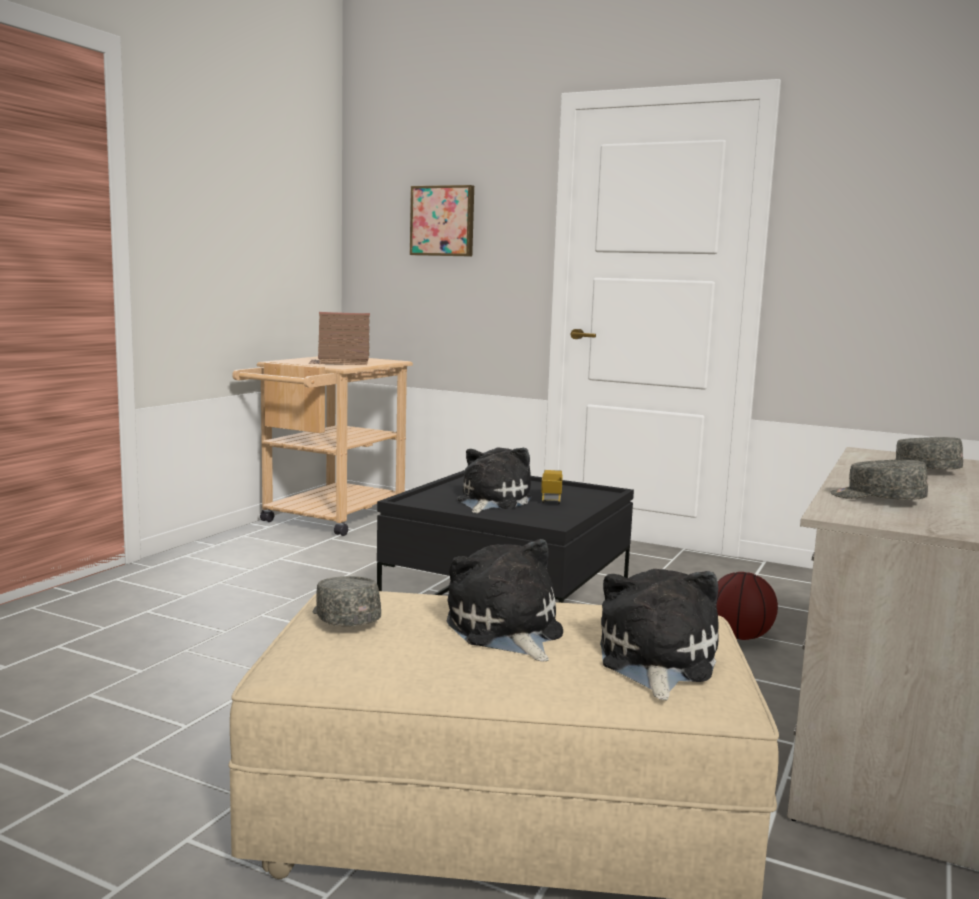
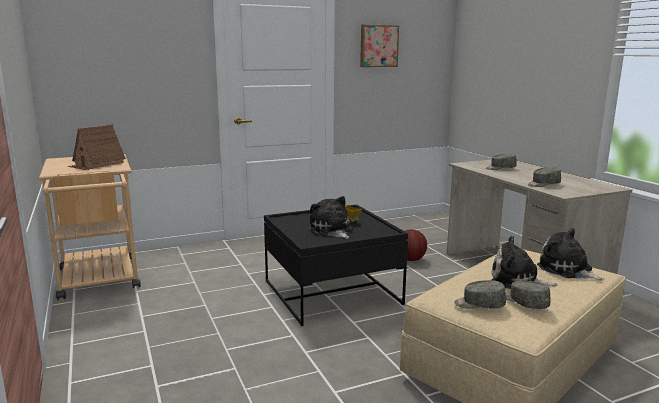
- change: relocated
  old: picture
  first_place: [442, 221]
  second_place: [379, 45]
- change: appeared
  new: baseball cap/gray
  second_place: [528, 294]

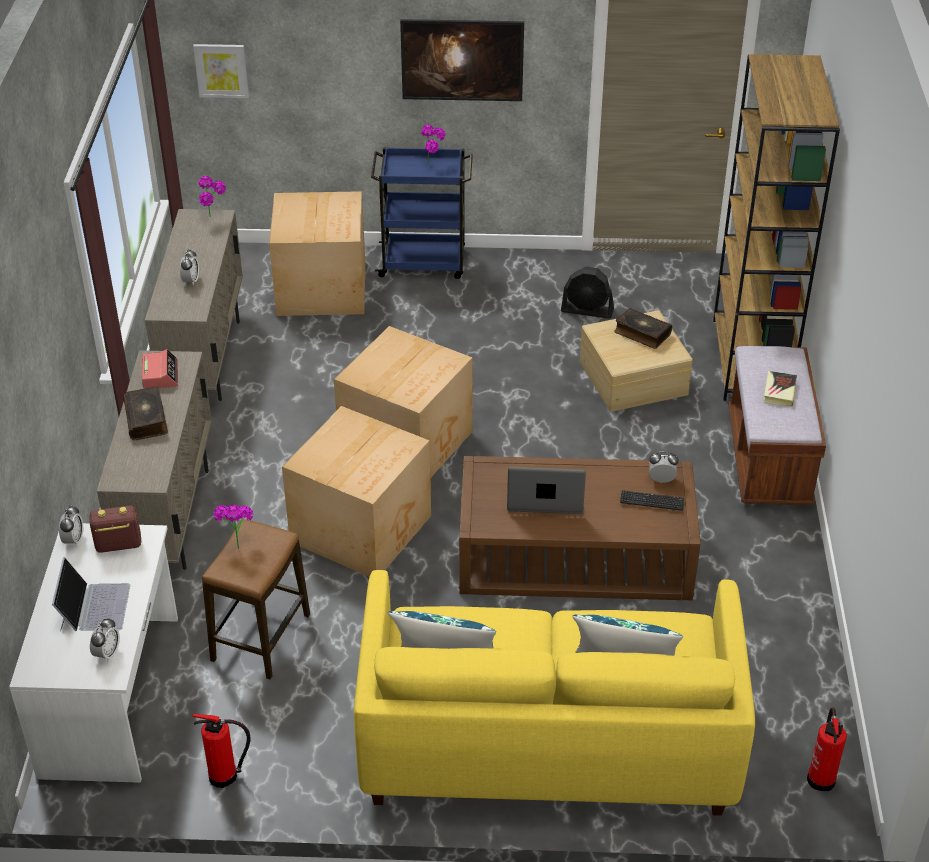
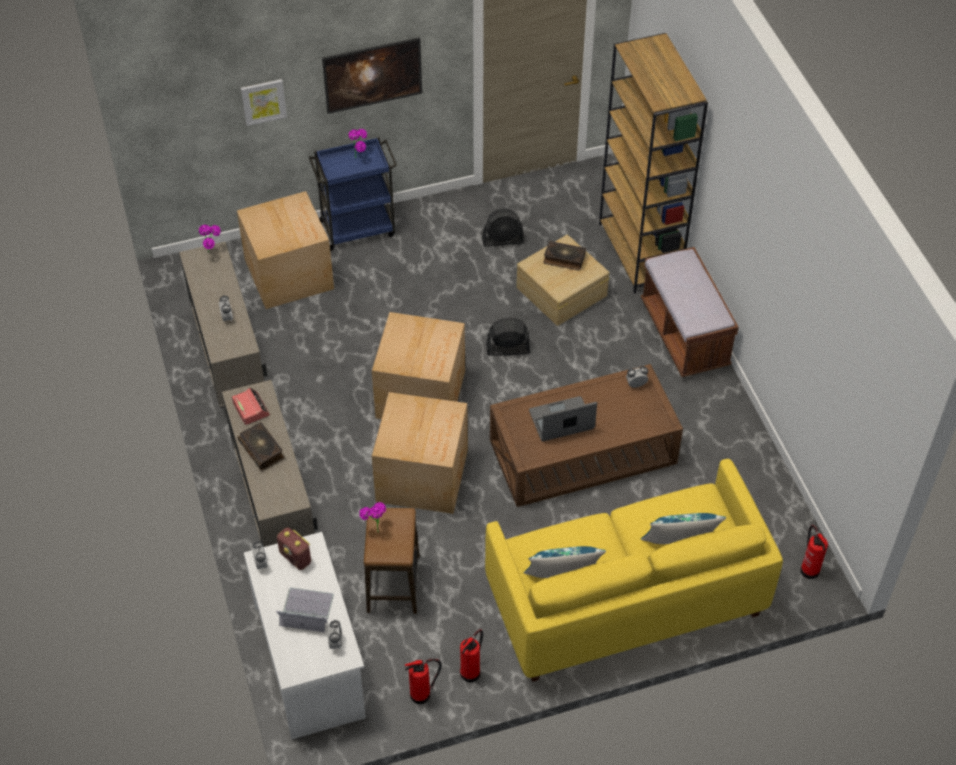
- change: relocated
  old: picture
  first_place: [221, 71]
  second_place: [264, 102]
- change: spun
  old: portable computer
  first_place: [91, 594]
  second_place: [305, 610]
  degrees: -60
- change: spun
  old: radio
  first_place: [115, 529]
  second_place: [294, 549]
  degrees: -105
- change: appeared
  new: extinguisher
  second_place: [471, 656]
- change: appeared
  new: electric fan/black
  second_place: [508, 337]
- change: missing
  old: computer keyboard
  first_place: [652, 500]
- change: missing
  old: volume
  first_place: [780, 389]

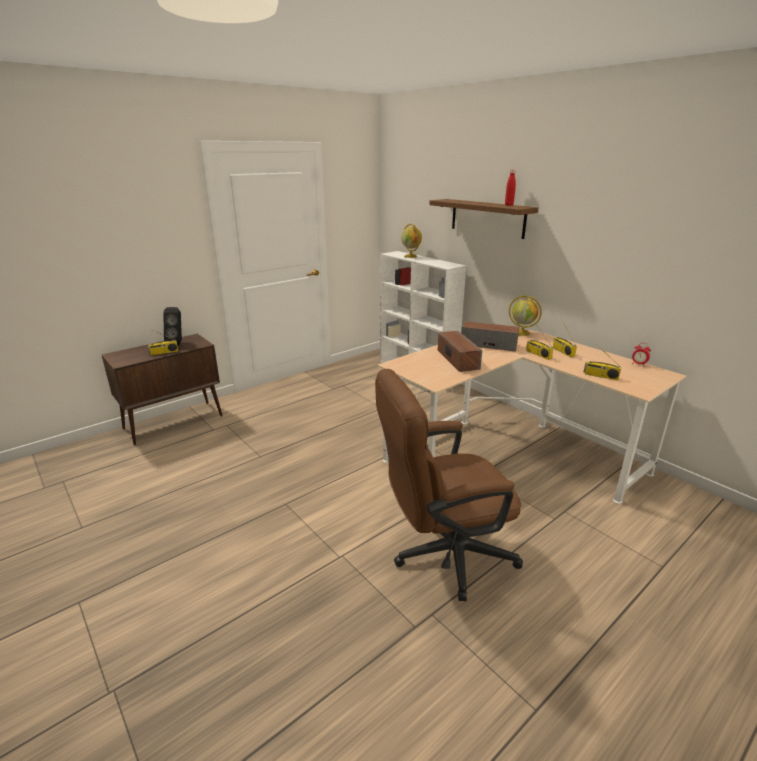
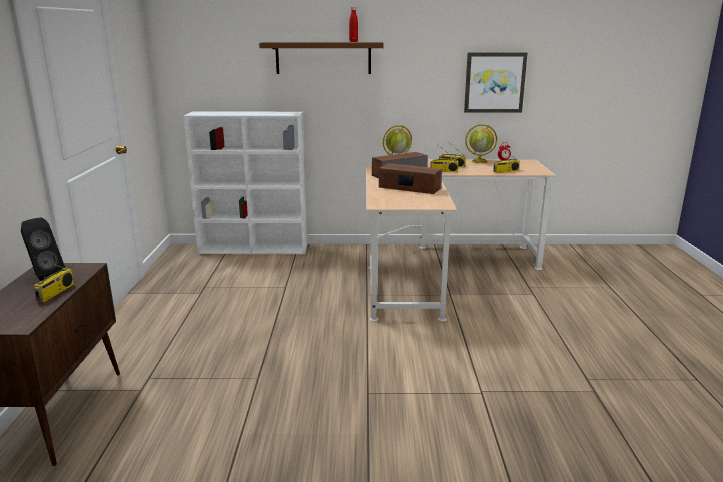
- change: appeared
  new: picture
  second_place: [495, 82]
- change: relocated
  old: desk globe
  first_place: [411, 241]
  second_place: [481, 143]
- change: missing
  old: computer chair/brown-coloured
  first_place: [449, 485]

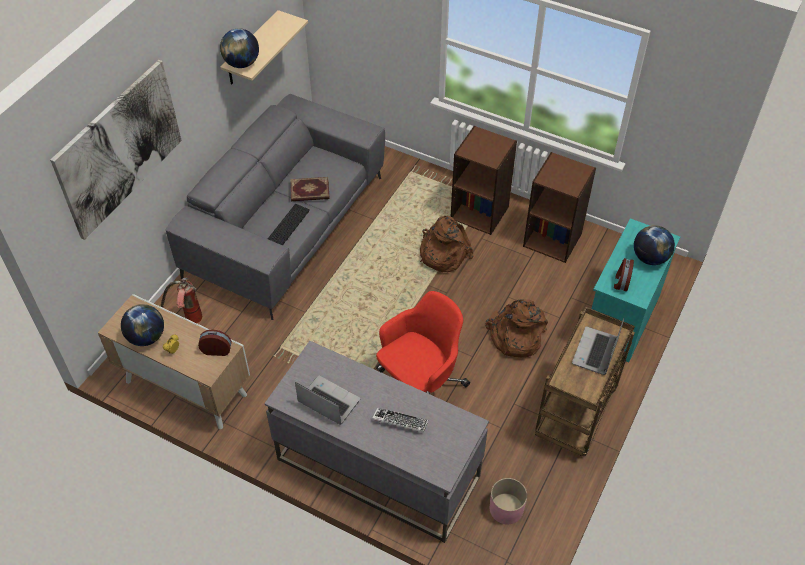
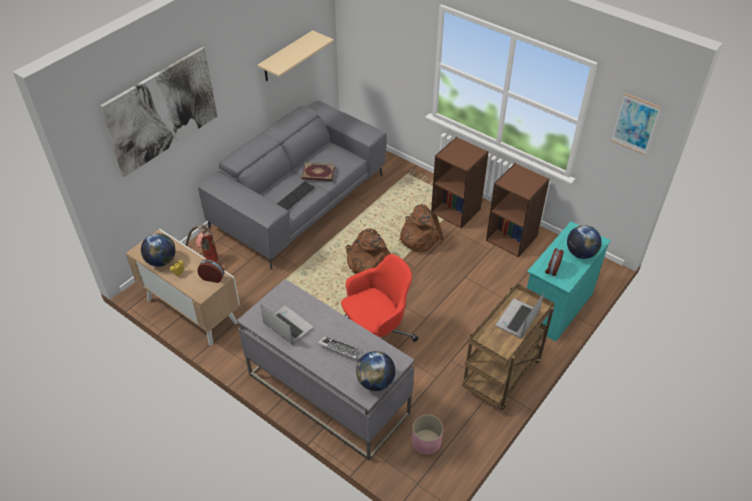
- change: relocated
  old: knapsack/brown-coloured
  first_place: [517, 328]
  second_place: [368, 251]
- change: relocated
  old: desk globe
  first_place: [239, 48]
  second_place: [375, 371]
- change: appeared
  new: picture
  second_place: [636, 124]

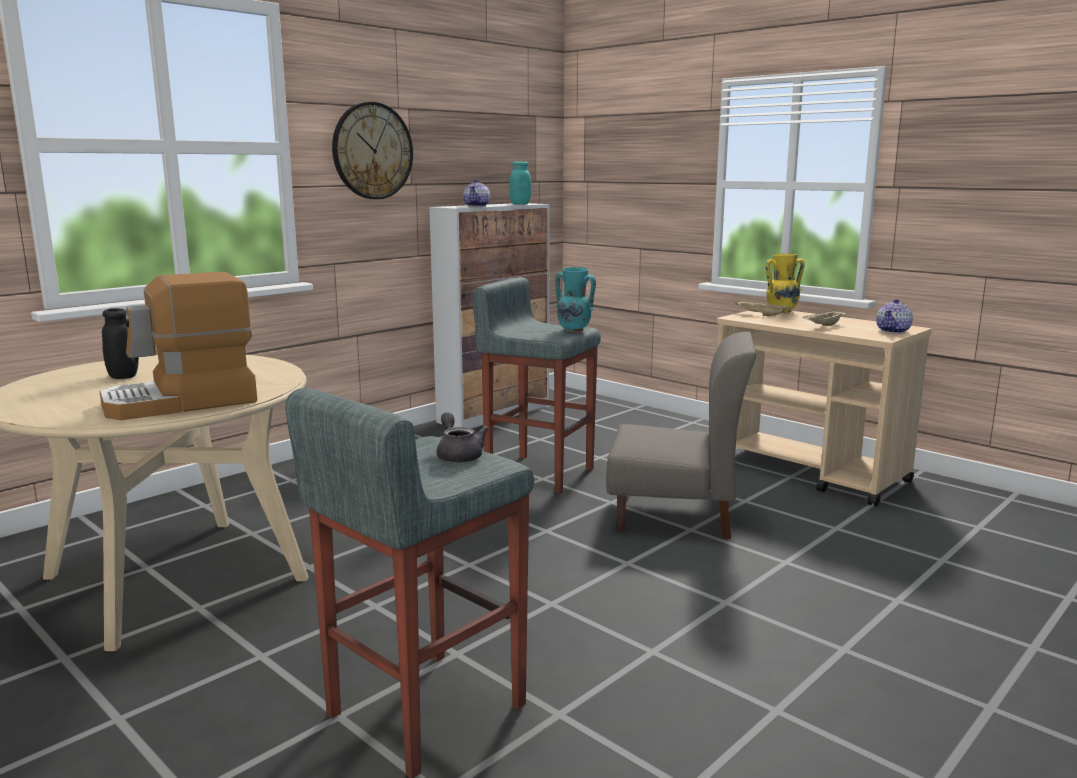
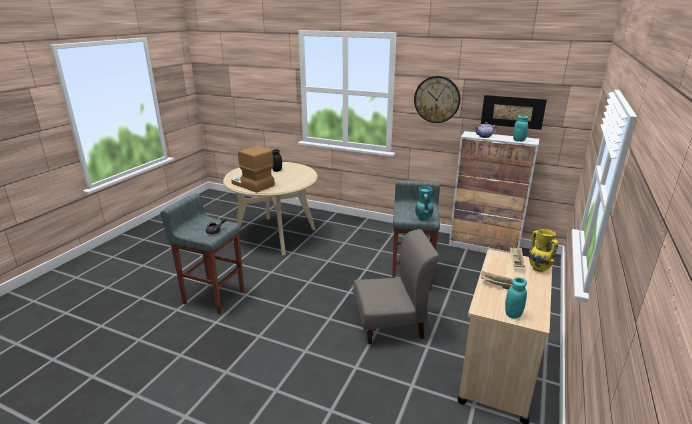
- change: spun
  old: plain chair/gray
  first_place: [681, 435]
  second_place: [396, 286]
  degrees: -90
- change: appeared
  new: picture
  second_place: [514, 112]
- change: exchanged
  old: pot for tea
  new: preserve jar/turquoise
  first_place: [894, 316]
  second_place: [516, 297]

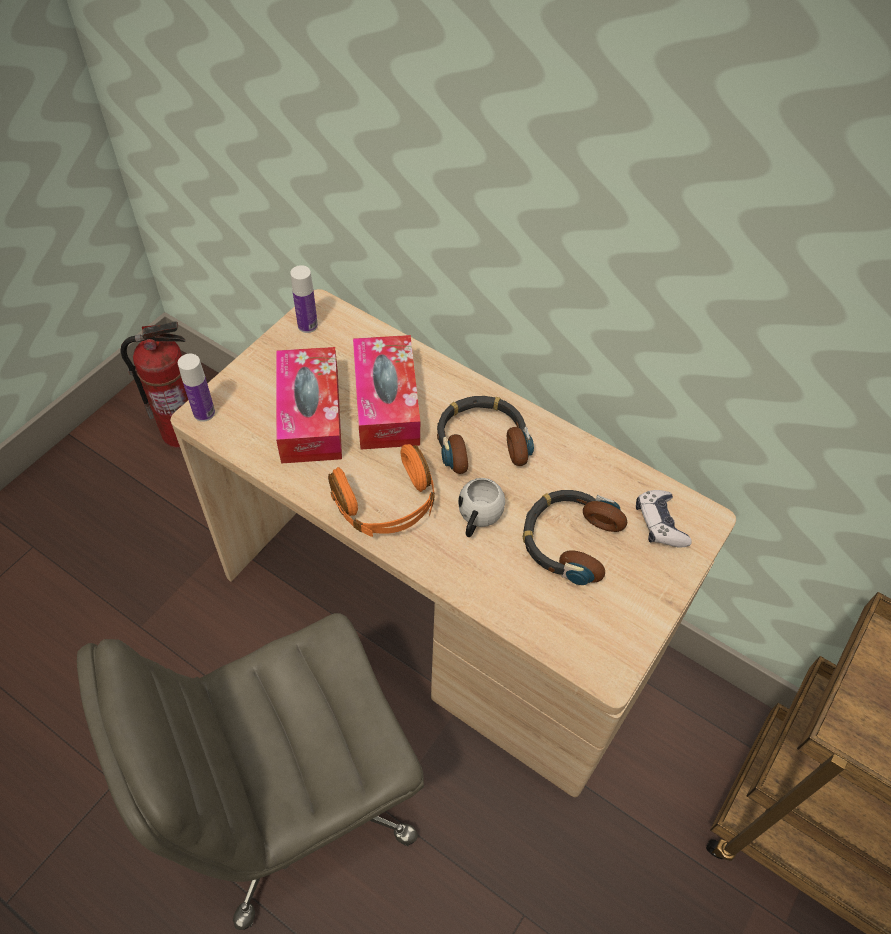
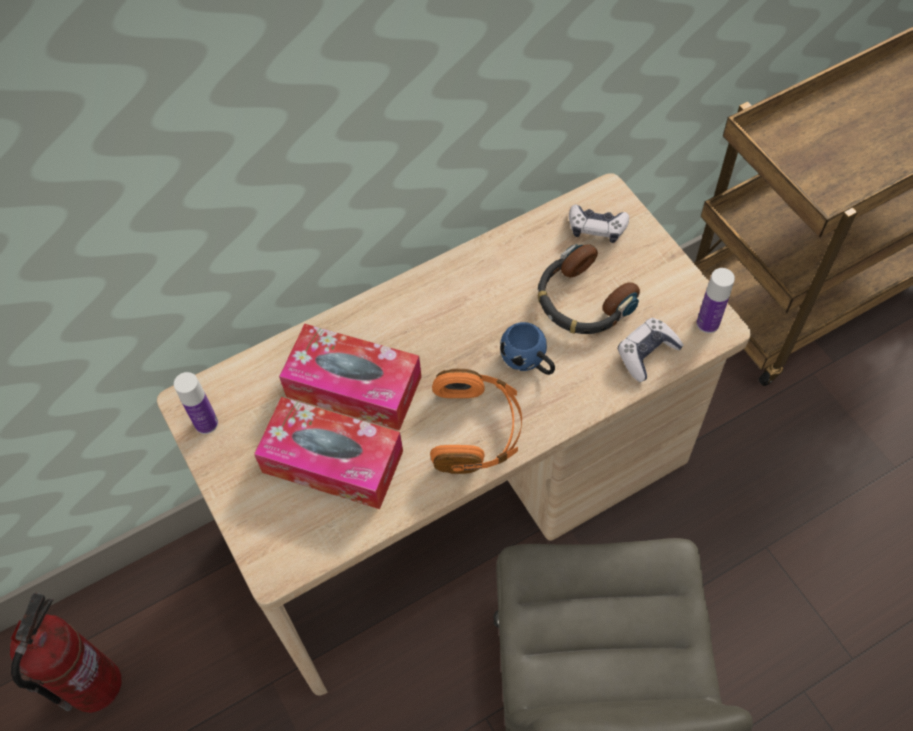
- change: colour
  old: tea mug/whitish
  new: tea mug/blue
  first_place: [481, 507]
  second_place: [527, 348]
- change: appeared
  new: joypad
  second_place: [651, 350]
- change: relocated
  old: drink bottle
  first_place: [196, 388]
  second_place: [716, 300]
- change: missing
  old: headphones
  first_place: [485, 435]

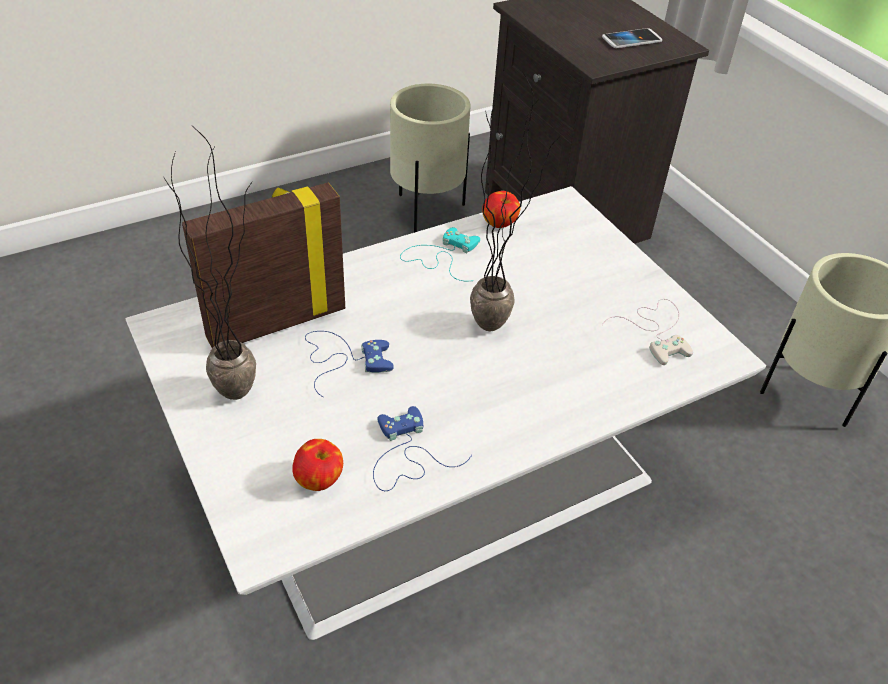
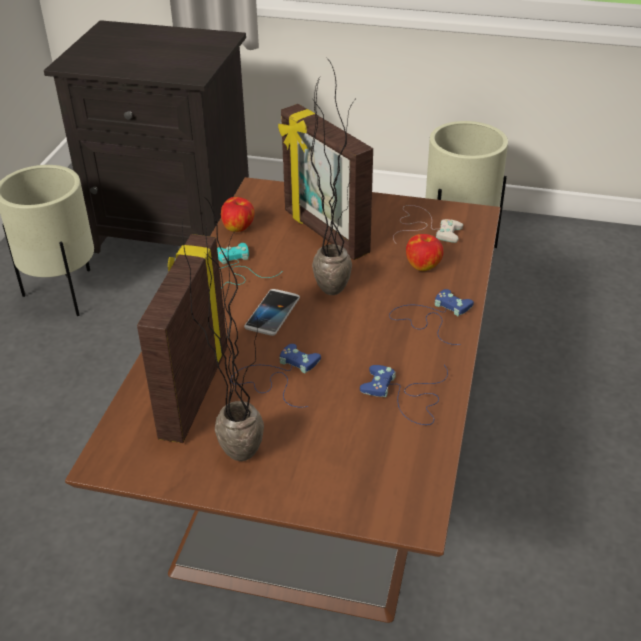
- change: colour
  old: coffee table/whitish
  new: coffee table/brown-coloured
  first_place: [445, 413]
  second_place: [283, 400]
- change: relocated
  old: phone
  first_place: [632, 38]
  second_place: [272, 312]
- change: appeared
  new: standing frame
  second_place: [325, 182]
- change: appeared
  new: joypad/blue
  second_place: [431, 317]
- change: relocated
  old: whole apple
  first_place: [317, 465]
  second_place: [425, 252]

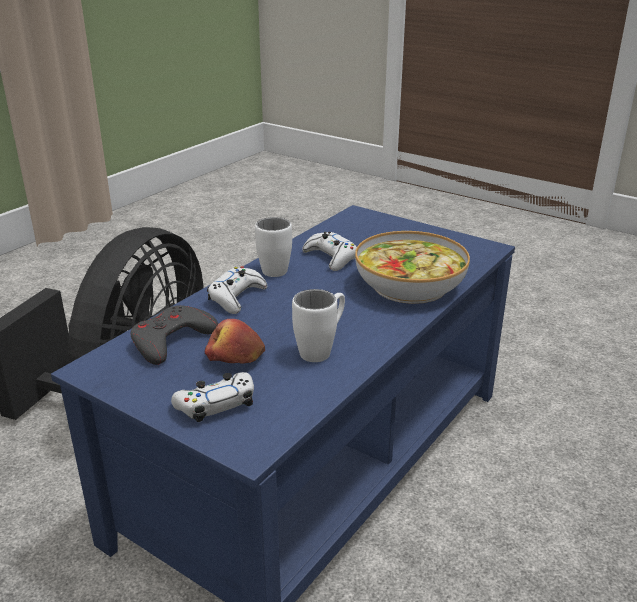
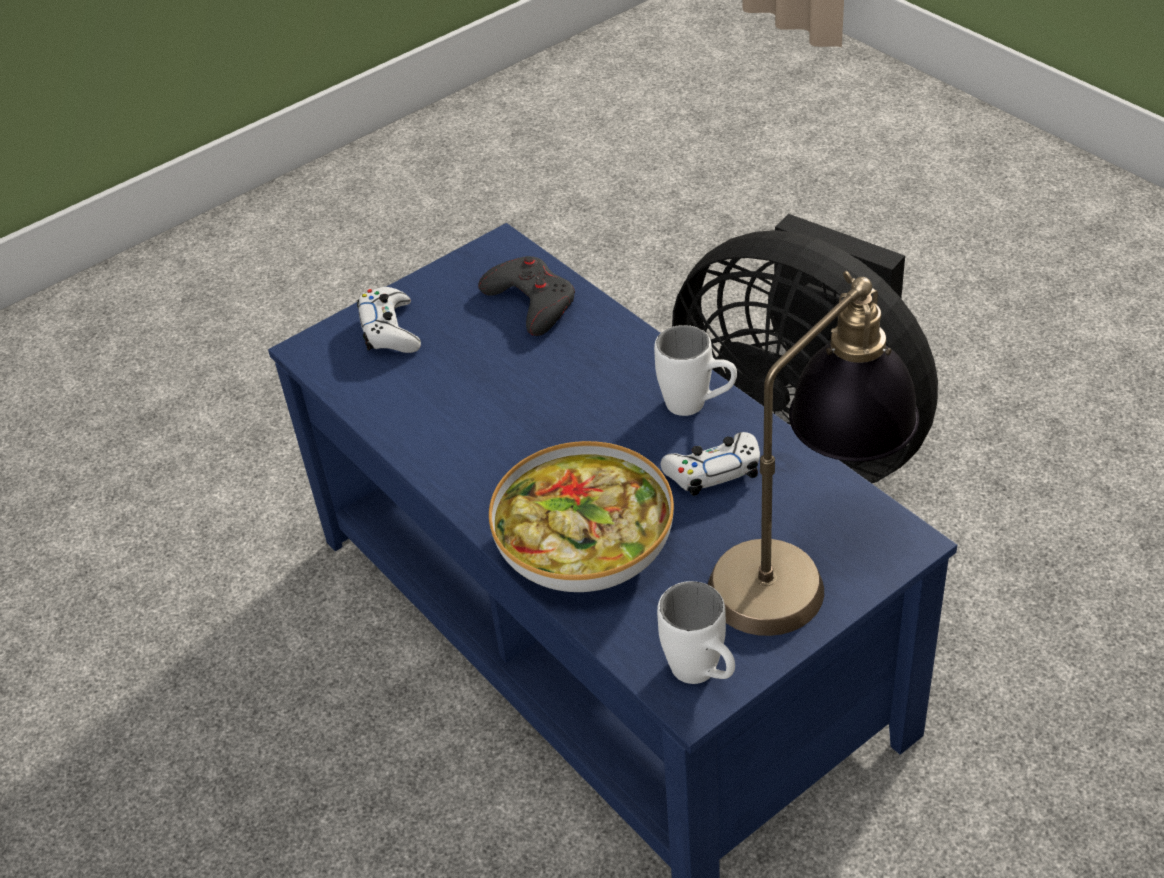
- change: relocated
  old: tea mug/whitish
  first_place: [318, 325]
  second_place: [696, 632]
- change: appeared
  new: lamp for a table
  second_place: [813, 453]
- change: missing
  old: whole apple
  first_place: [235, 341]
- change: missing
  old: joypad/whitish
  first_place: [237, 290]

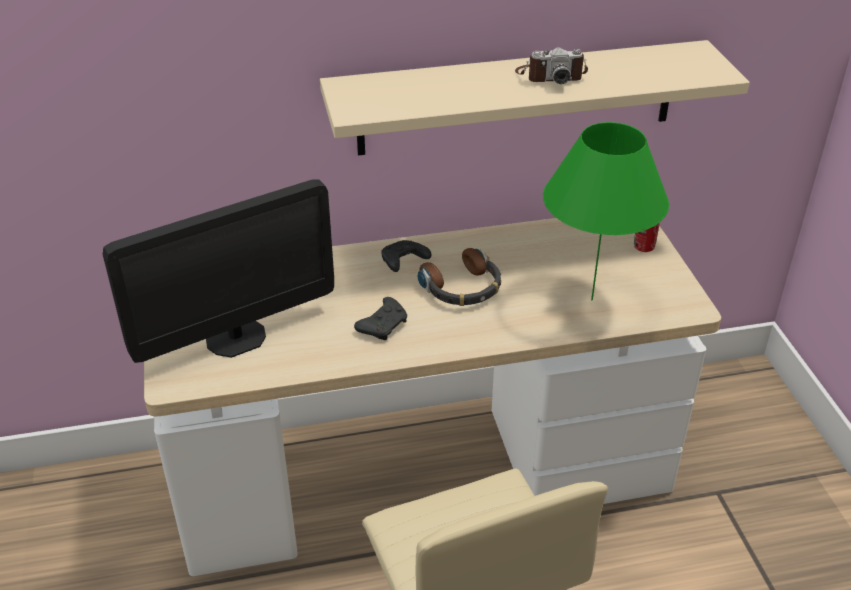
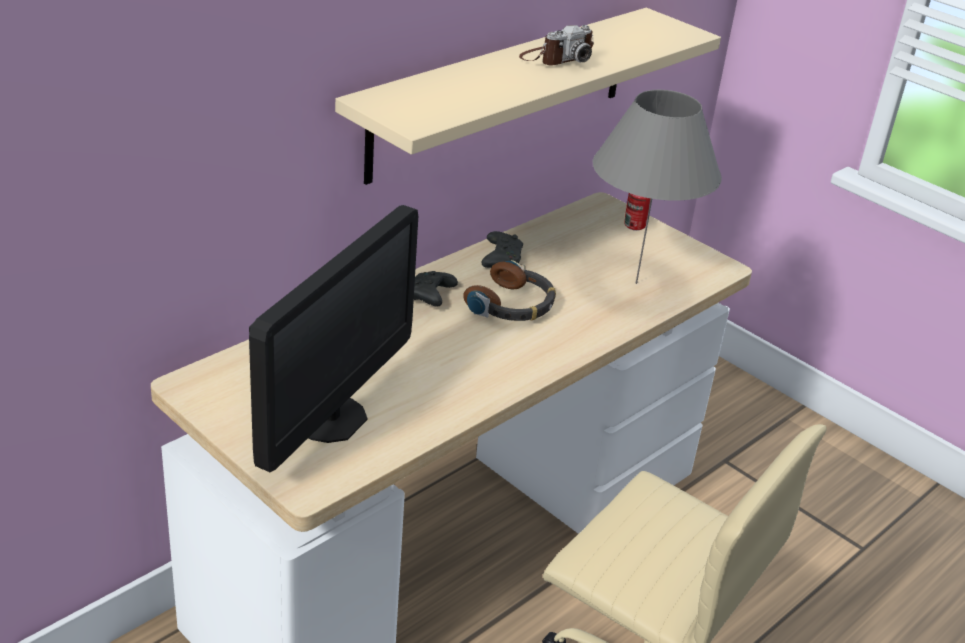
- change: relocated
  old: joypad/black
  first_place: [380, 318]
  second_place: [502, 249]
- change: colour
  old: lamp for a table/green-coloured
  new: lamp for a table/gray
  first_place: [606, 211]
  second_place: [657, 187]

